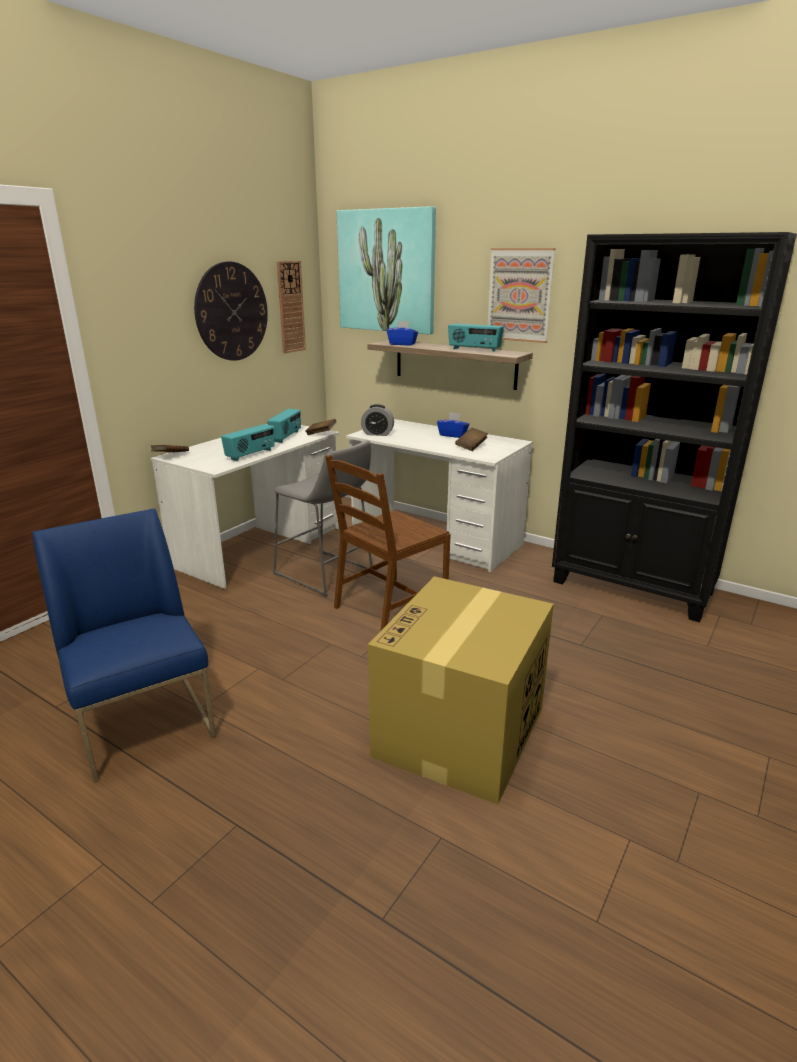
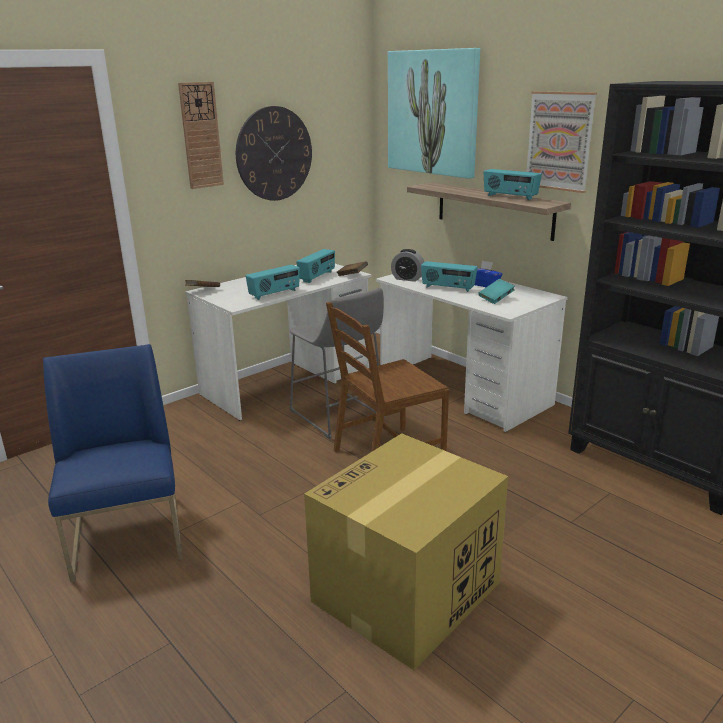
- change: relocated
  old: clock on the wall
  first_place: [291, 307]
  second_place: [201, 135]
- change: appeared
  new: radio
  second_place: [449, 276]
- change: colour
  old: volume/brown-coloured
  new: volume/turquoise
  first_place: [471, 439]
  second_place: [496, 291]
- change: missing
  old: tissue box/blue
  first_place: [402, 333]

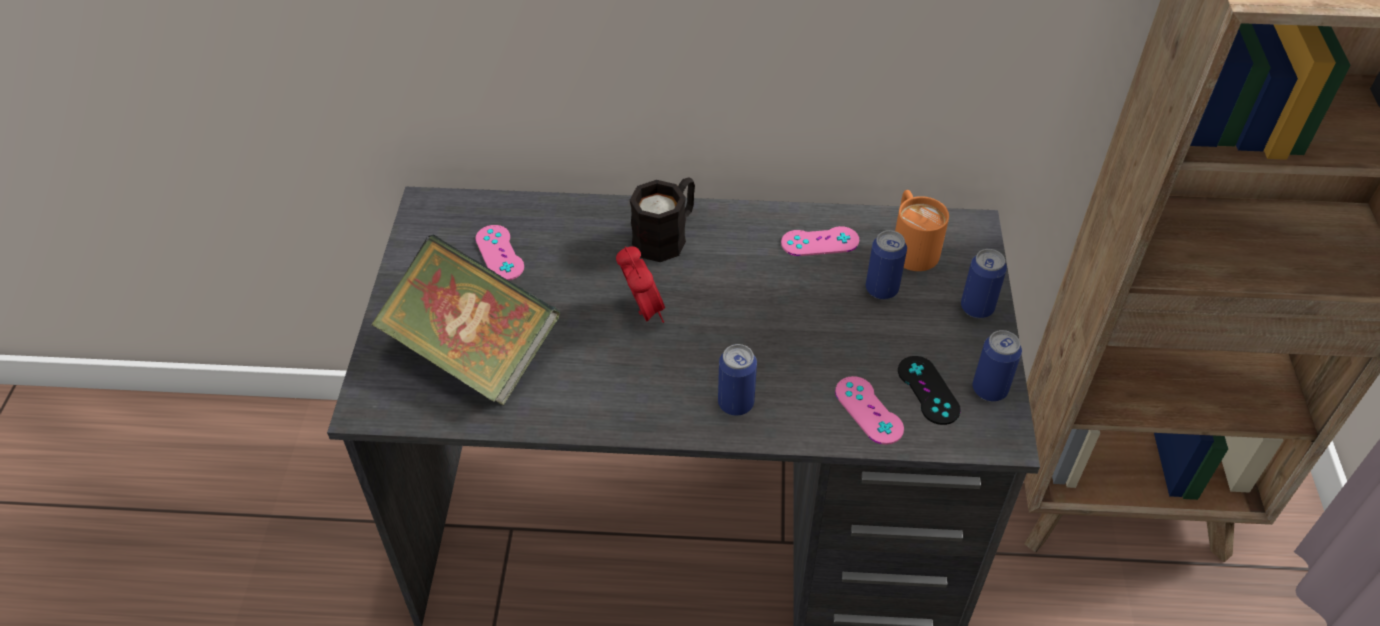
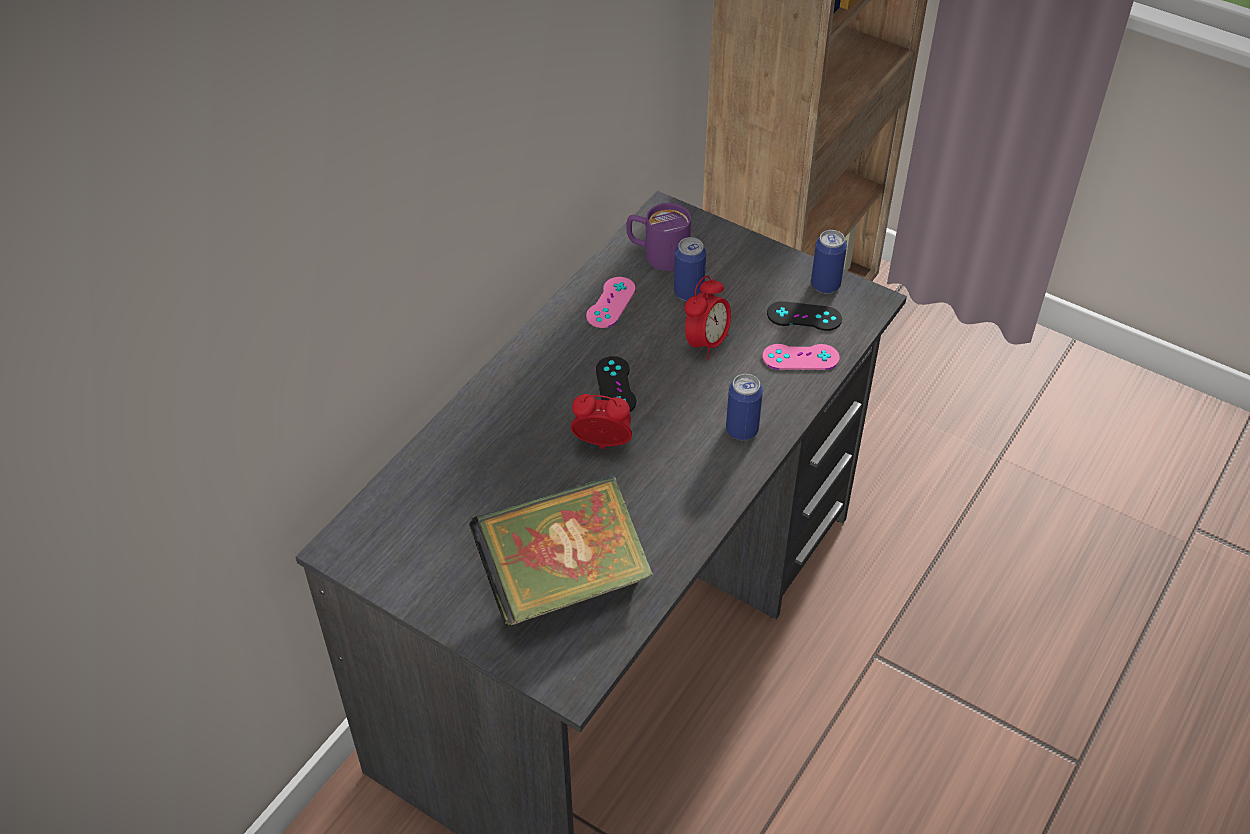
- change: appeared
  new: joypad/black
  second_place: [616, 384]
- change: colour
  old: tea mug/orange
  new: tea mug/purple
  first_place: [922, 230]
  second_place: [658, 237]
- change: appeared
  new: table clock
  second_place: [708, 317]
- change: missing
  old: joypad/pink-coloured
  first_place: [499, 252]
- change: missing
  old: tea mug/black
  first_place: [662, 219]
- change: missing
  old: can
  first_place: [984, 283]

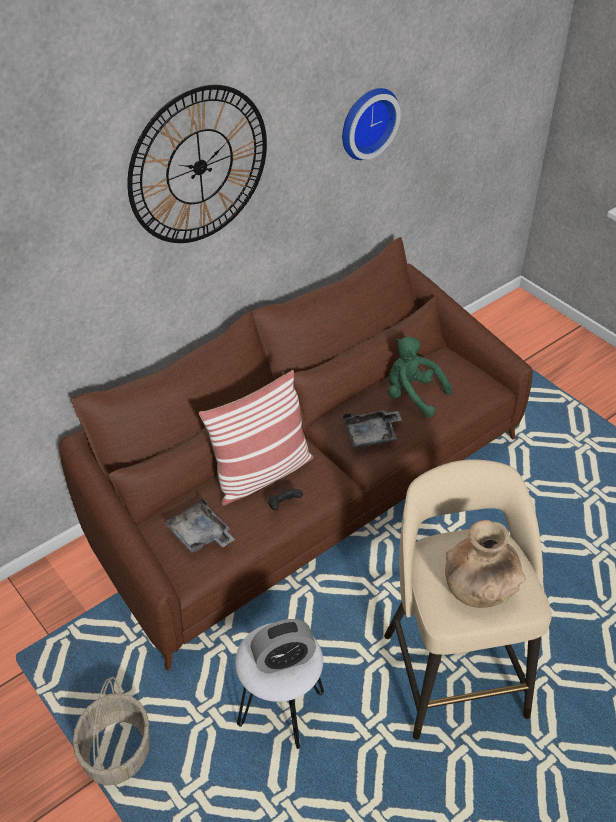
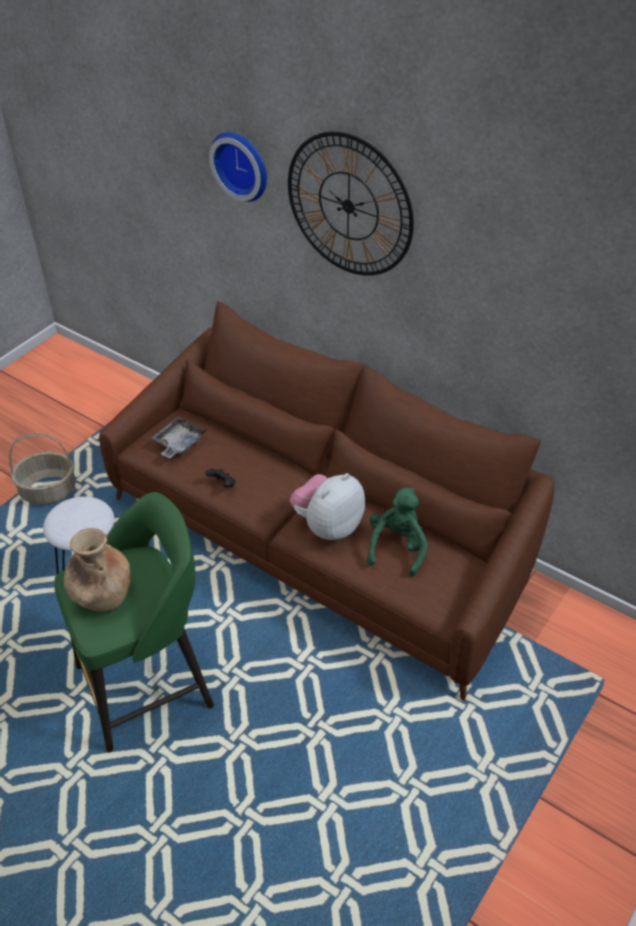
- change: colour
  old: stool seat/beige-coloured
  new: stool seat/green-coloured
  first_place: [468, 600]
  second_place: [134, 622]
- change: relocated
  old: clock on the wall
  first_place: [371, 124]
  second_place: [238, 167]
- change: exchanged
  old: serving tray/gray
  new: plush toy
  first_place: [372, 429]
  second_place: [327, 506]
- change: missing
  old: throw pillow
  first_place: [256, 438]
- change: missing
  old: table clock
  first_place: [283, 646]

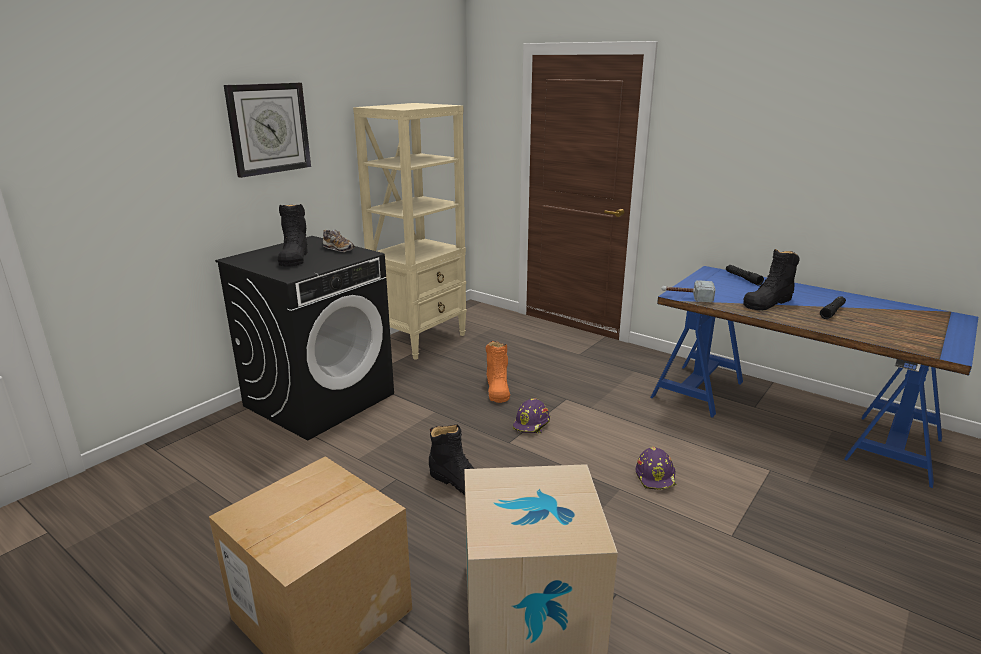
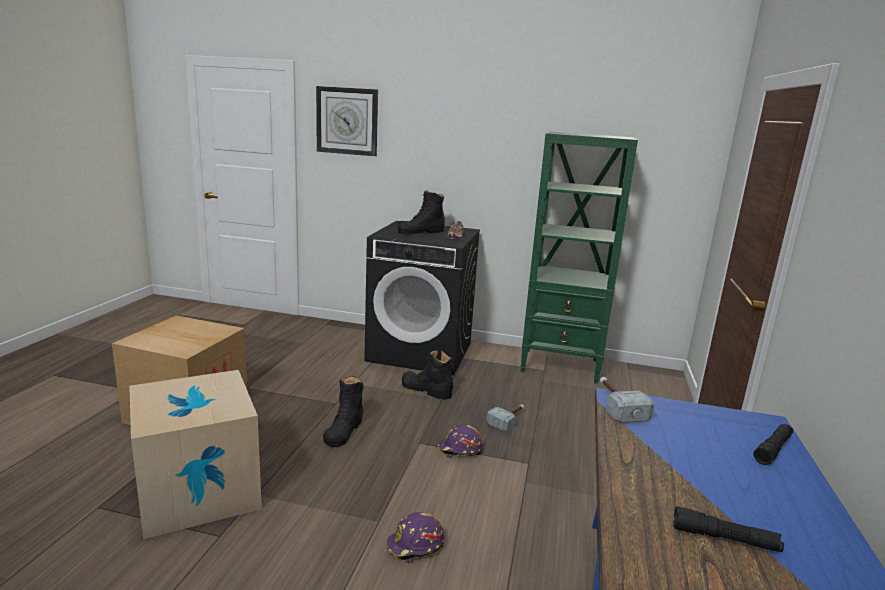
- change: relocated
  old: clock on the wall
  first_place: [267, 130]
  second_place: [347, 121]
- change: relocated
  old: tall boot/black
  first_place: [771, 279]
  second_place: [427, 375]
- change: exchanged
  old: tall boot/orange
  new: hand hammer
  first_place: [498, 372]
  second_place: [505, 417]
- change: colour
  old: shelving unit/beige-coloured
  new: shelving unit/green-coloured
  first_place: [410, 231]
  second_place: [579, 258]

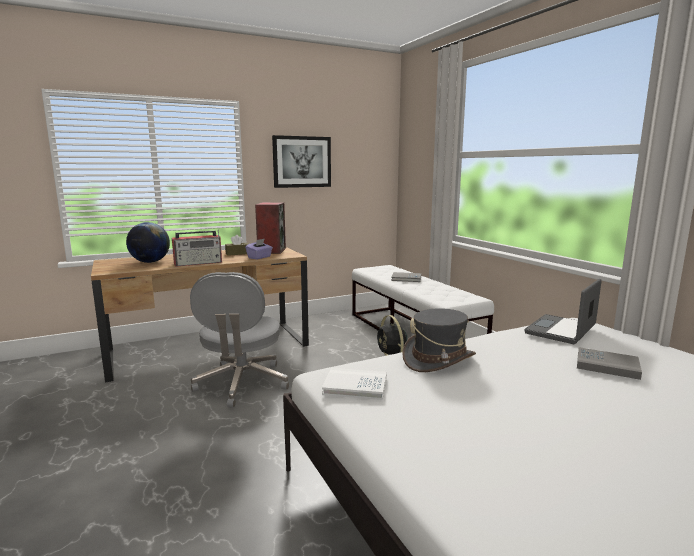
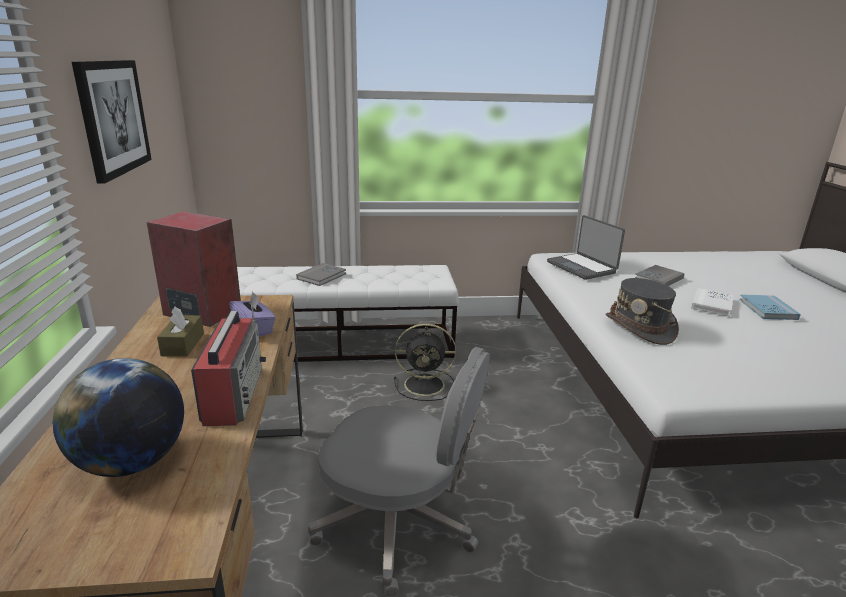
- change: relocated
  old: volume/whitish
  first_place: [354, 384]
  second_place: [712, 302]
- change: appeared
  new: volume/blue
  second_place: [770, 307]

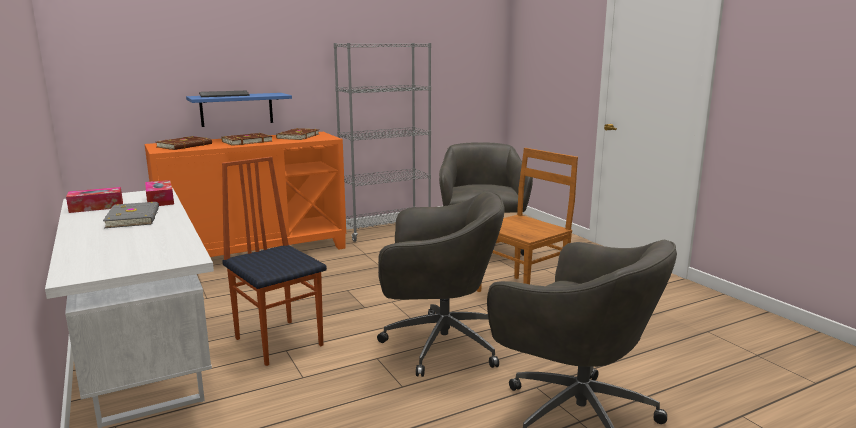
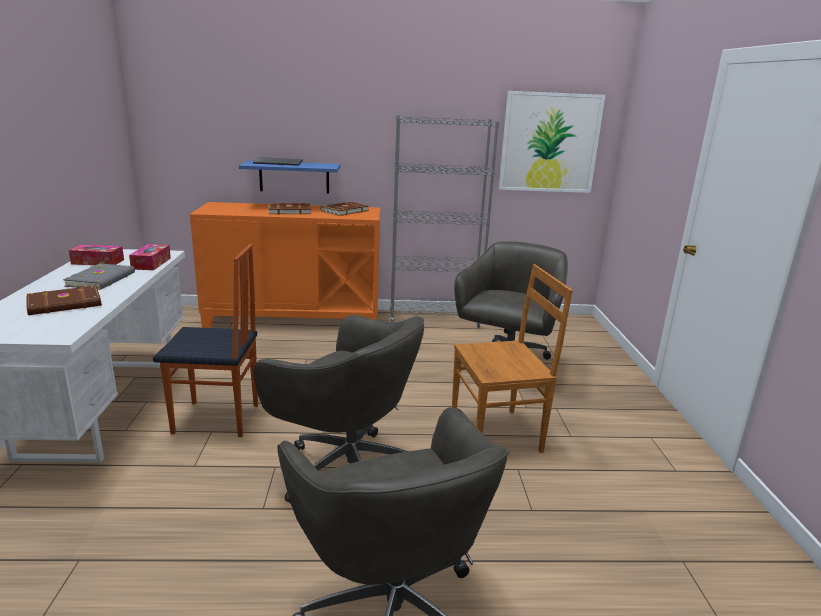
- change: relocated
  old: volume/brown-coloured
  first_place: [184, 143]
  second_place: [64, 300]
- change: spun
  old: plain chair
  first_place: [274, 261]
  second_place: [205, 340]
  degrees: 105
- change: appeared
  new: picture
  second_place: [552, 142]

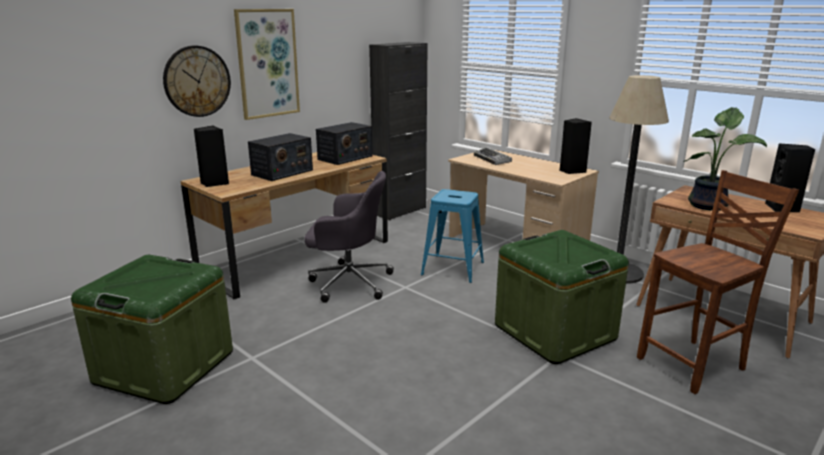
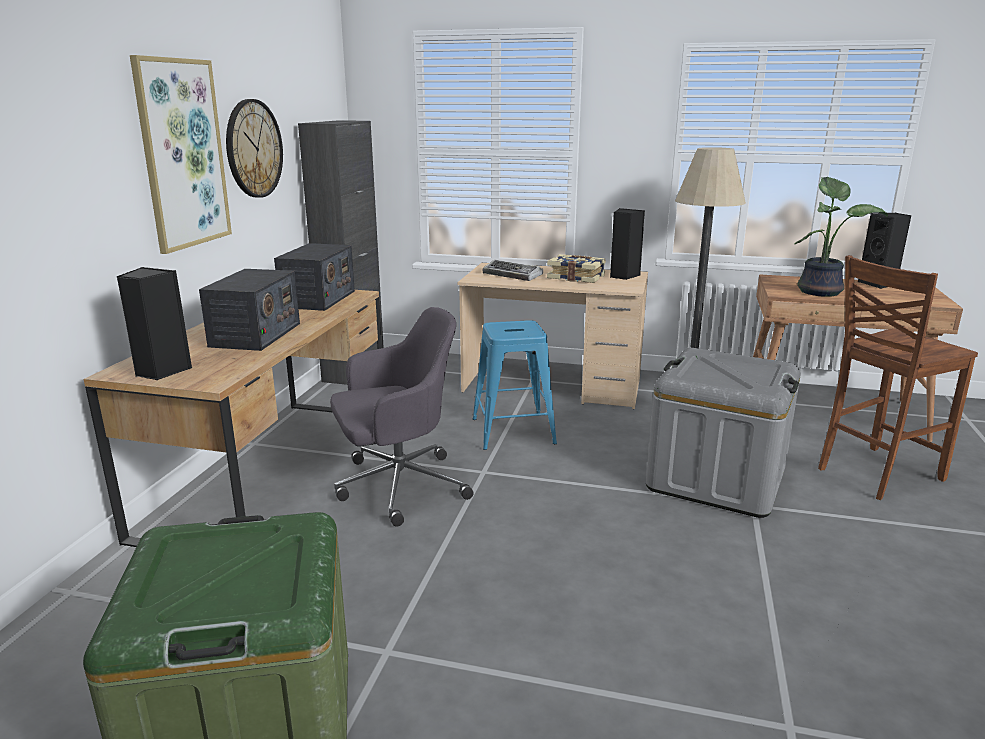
- change: relocated
  old: clock on the wall
  first_place: [197, 81]
  second_place: [254, 148]
- change: appeared
  new: volume
  second_place: [576, 268]
- change: colour
  old: storage container/green-coloured
  new: storage container/gray
  first_place: [562, 297]
  second_place: [723, 433]
- change: spun
  old: plain chair/brown-coloured
  first_place: [718, 282]
  second_place: [898, 377]
  degrees: -150

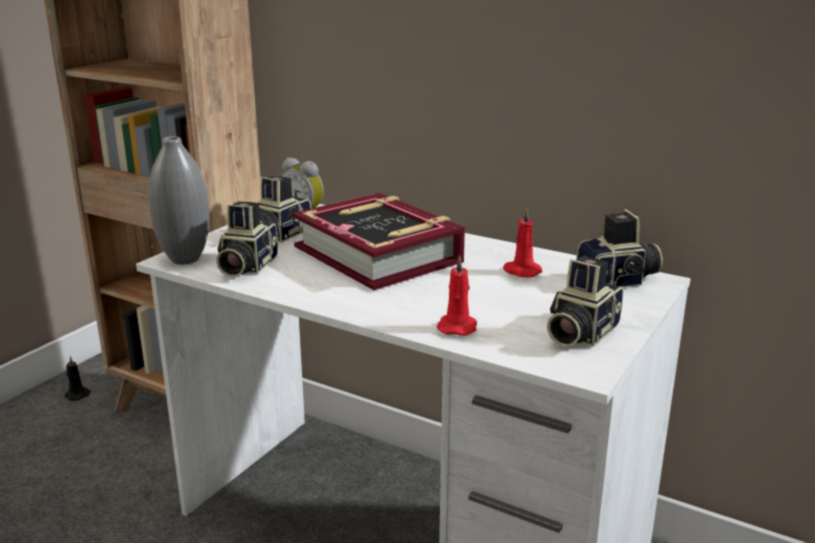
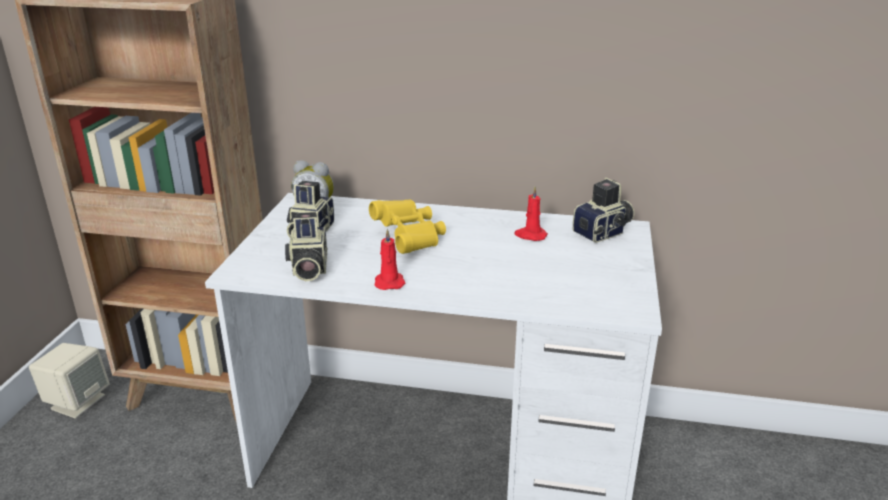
- change: exchanged
  old: wax light/black
  new: audio speaker/beige-coloured
  first_place: [77, 378]
  second_place: [69, 380]
- change: exchanged
  old: volume
  new: binoculars/yellow-coloured
  first_place: [378, 241]
  second_place: [407, 227]
- change: relocated
  old: wax light/red-coloured
  first_place: [457, 295]
  second_place: [390, 259]
- change: missing
  old: vase/gray
  first_place: [178, 200]
- change: missing
  old: photo camera
  first_place: [585, 301]

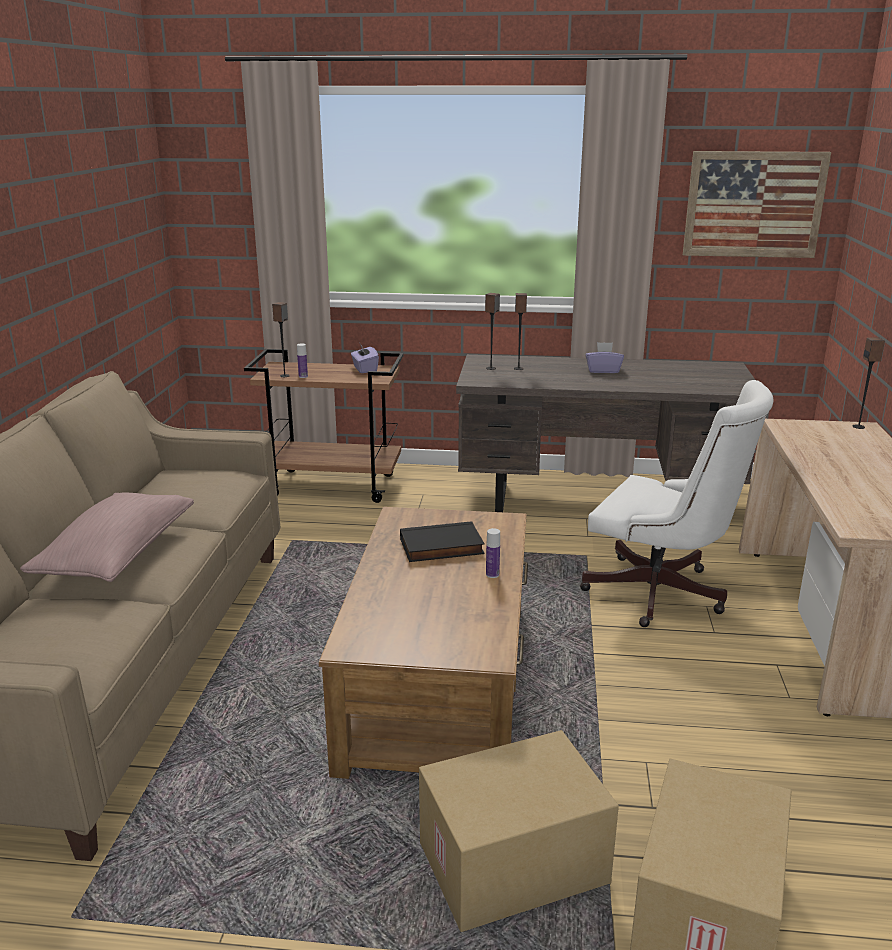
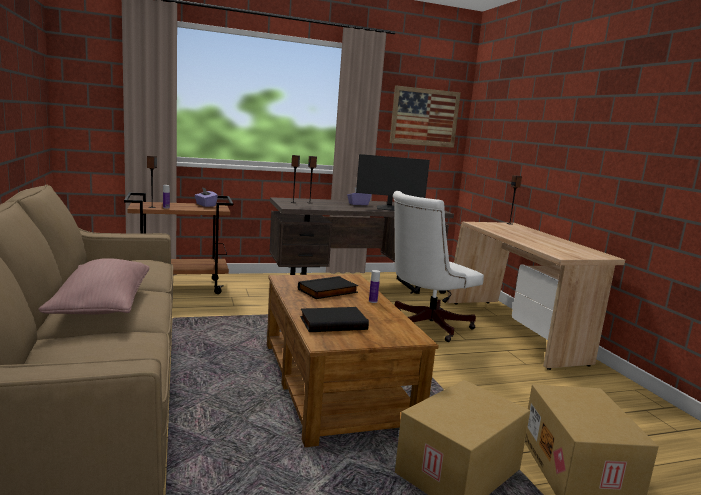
- change: appeared
  new: volume/black
  second_place: [334, 319]
- change: appeared
  new: computer screen
  second_place: [393, 182]
- change: spun
  old: computer chair/whitish
  first_place: [676, 503]
  second_place: [438, 266]
  degrees: 135

